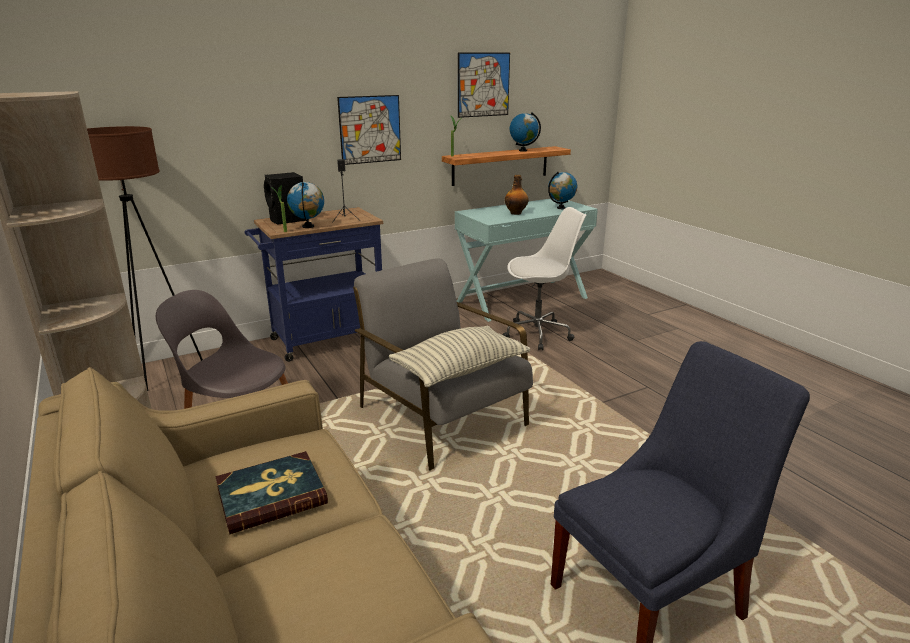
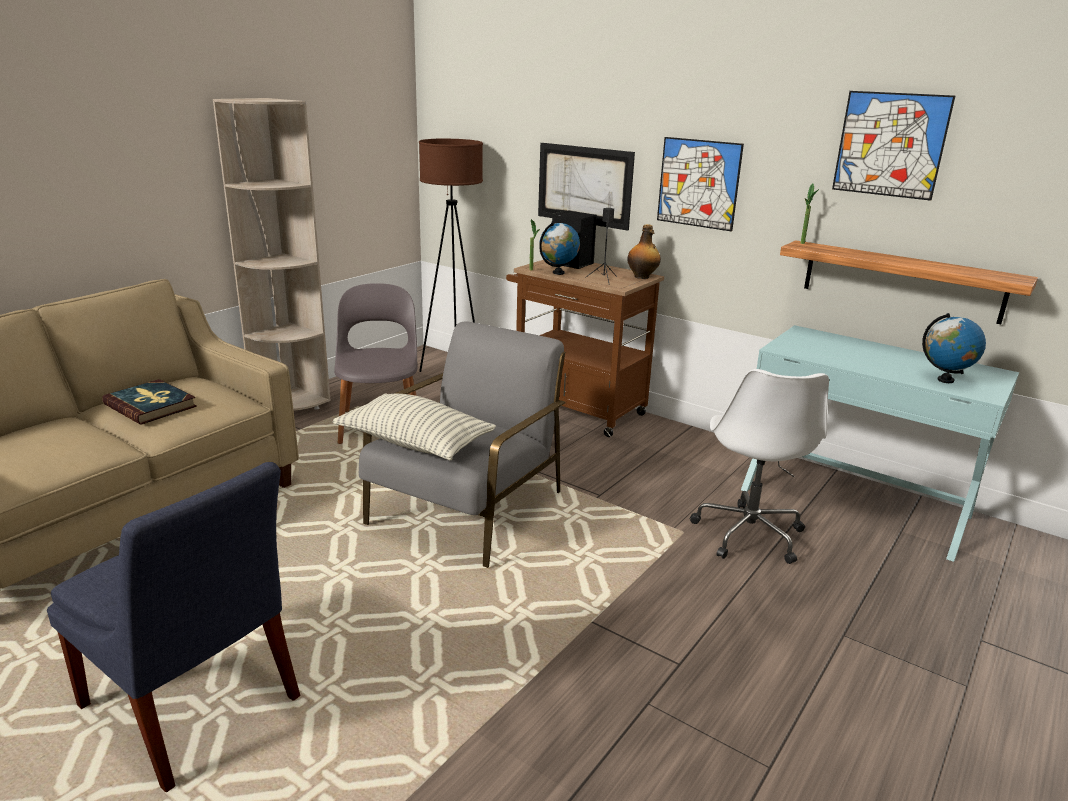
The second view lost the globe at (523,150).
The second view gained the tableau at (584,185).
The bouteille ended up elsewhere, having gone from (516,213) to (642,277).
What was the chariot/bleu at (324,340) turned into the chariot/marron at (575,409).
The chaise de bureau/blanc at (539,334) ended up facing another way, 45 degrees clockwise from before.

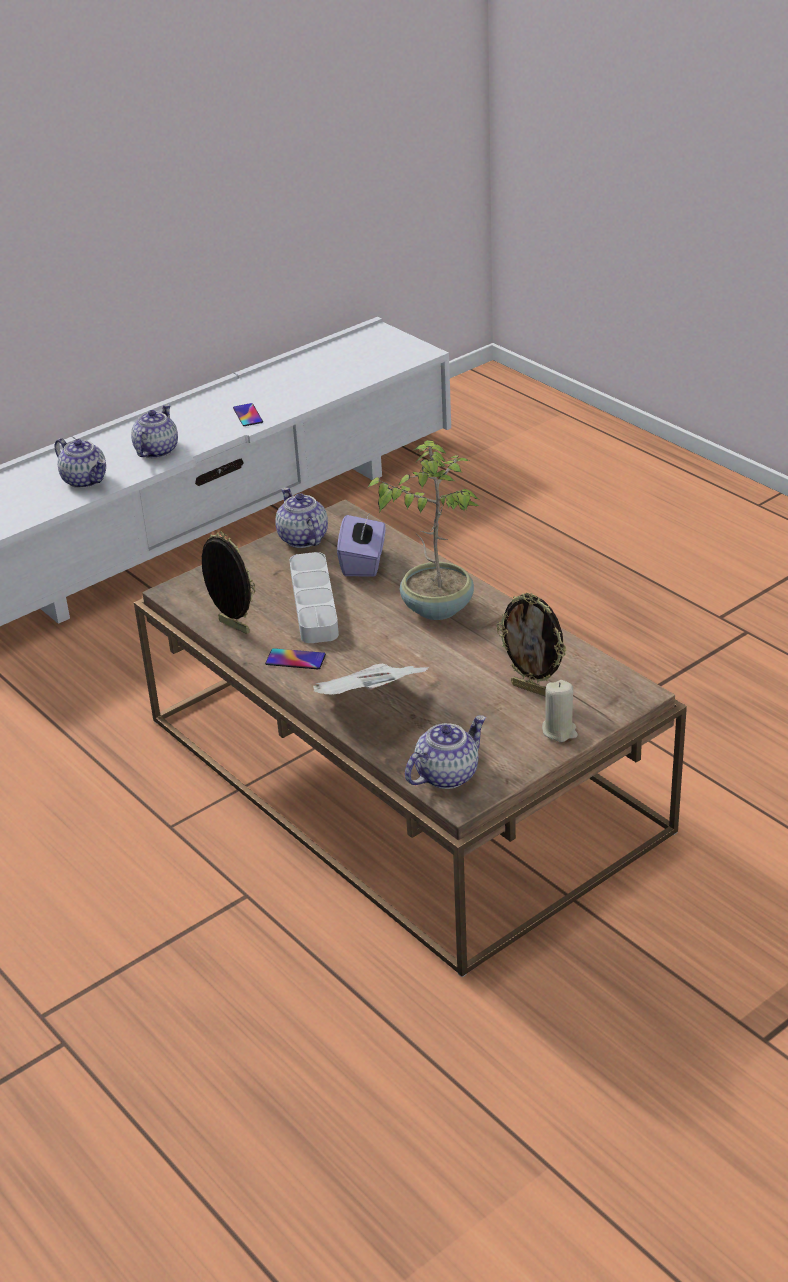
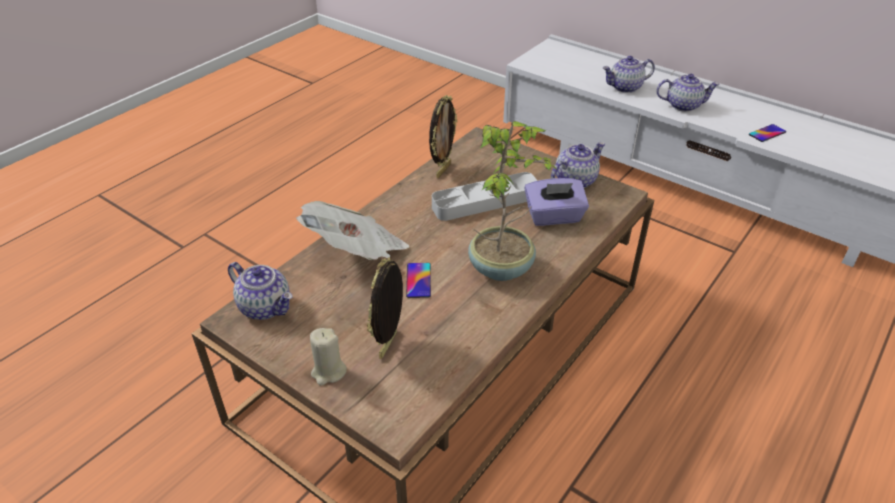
The téléphone ended up elsewhere, having gone from (295,659) to (418,280).
The théière at (85,480) ended up facing another way, 45 degrees clockwise from before.

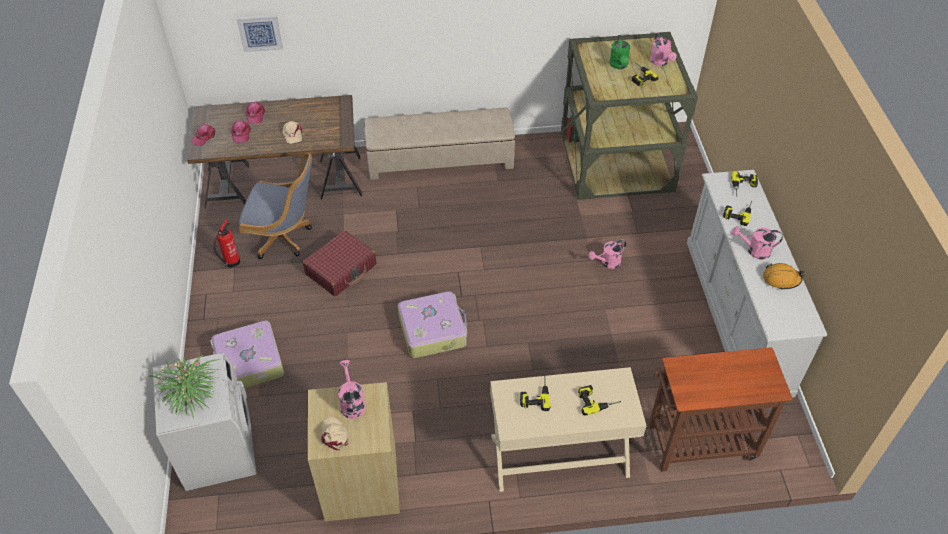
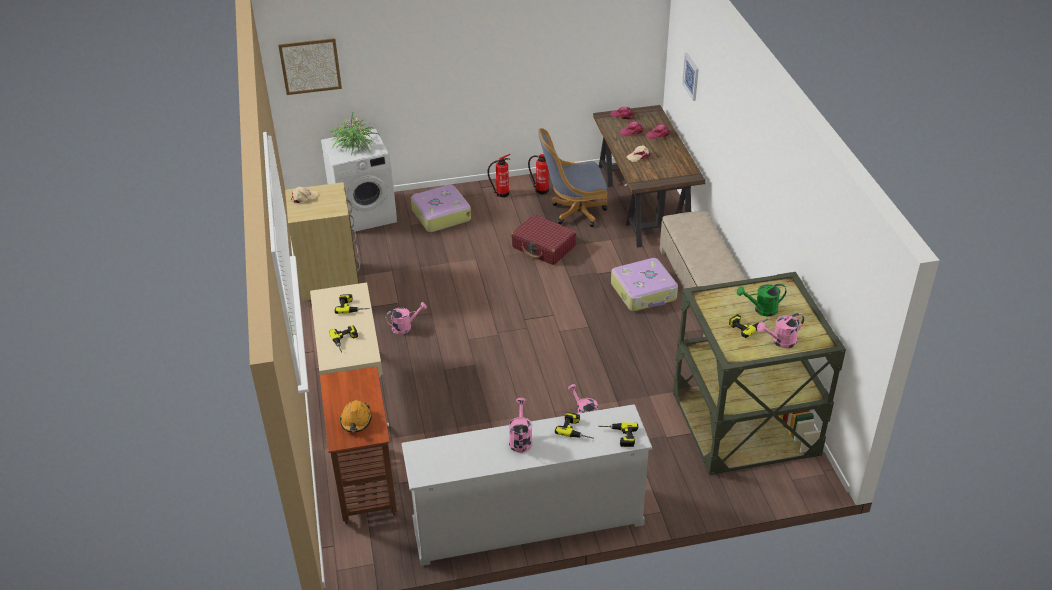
The second view gained the tableau at (310,65).
The second view gained the extincteur at (501,194).
The arrosoir/rose ended up elsewhere, having gone from (351,402) to (405,327).
The valise ended up elsewhere, having gone from (433,330) to (644,292).
The casque de chantier/orange ended up elsewhere, having gone from (781,279) to (356,420).
The chaise de bureau/bleu at (286,238) ended up facing another way, 75 degrees clockwise from before.

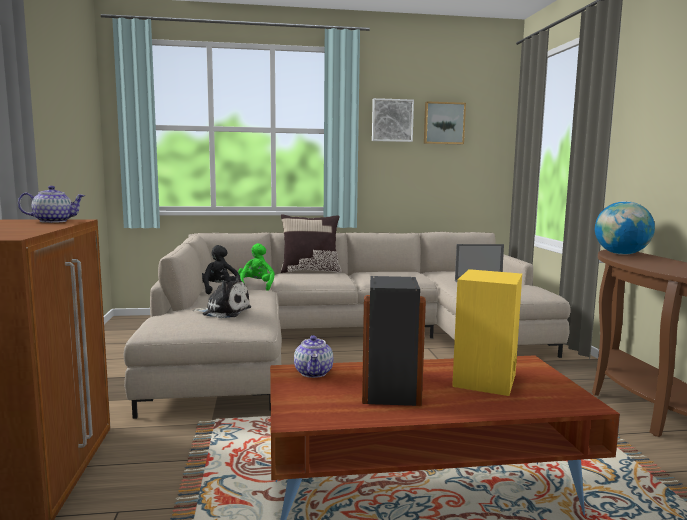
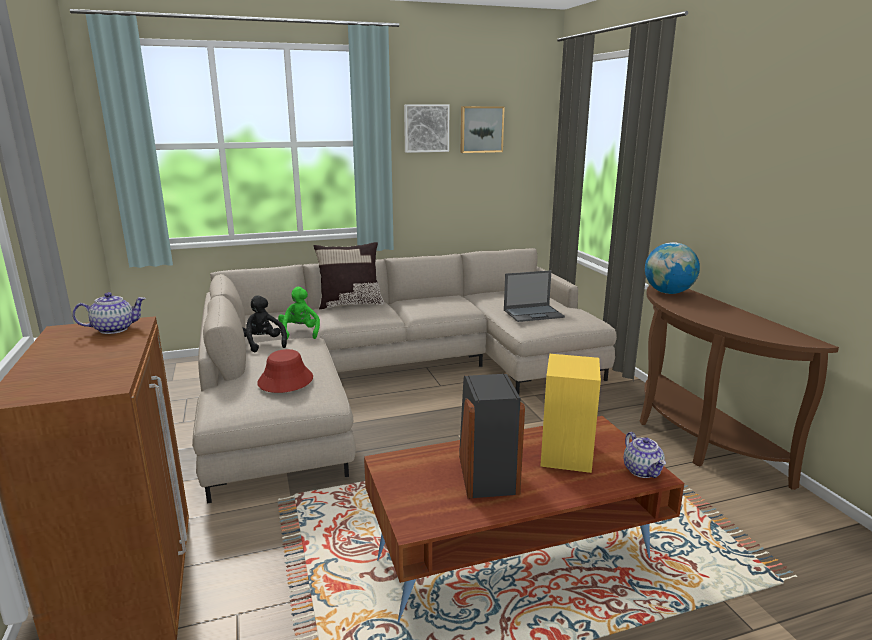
The théière ended up elsewhere, having gone from (314,373) to (643,471).
Where the peluche stood at (224,312), the chapeau/rouge came to stand at (285,380).

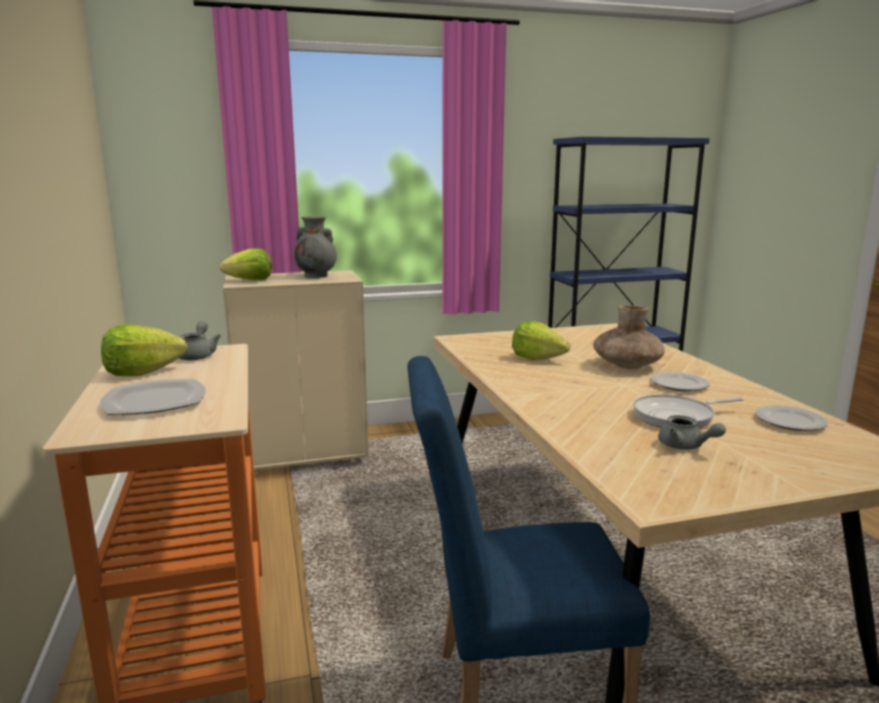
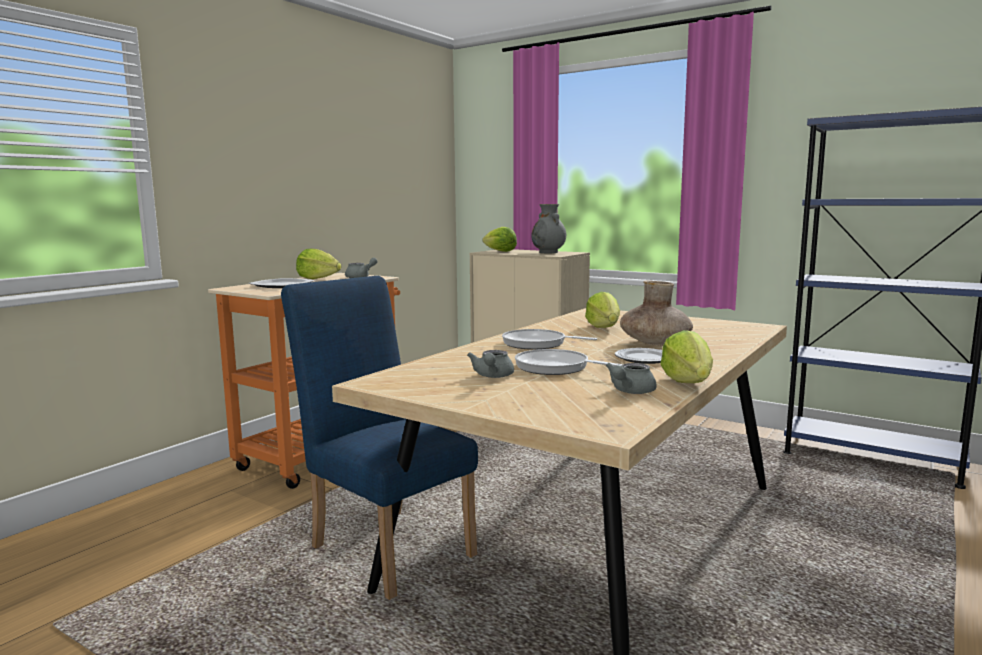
The second view gained the poêle at (537,344).
The second view gained the laitue at (688,382).
Where the assiette stood at (790,422), the théière/gris came to stand at (630,392).

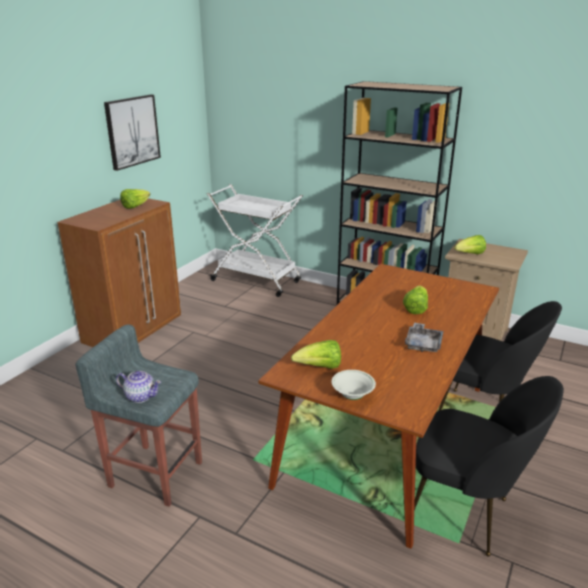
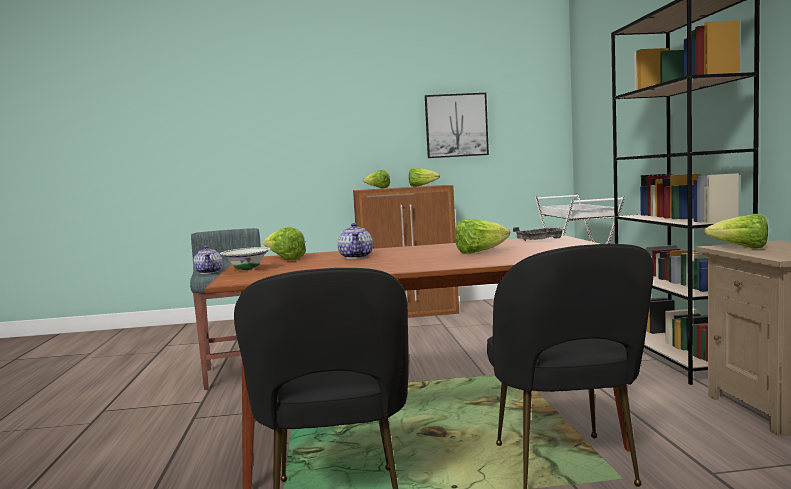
The second view gained the théière at (356,257).
The second view gained the laitue at (377,188).
The plateau/gris ended up elsewhere, having gone from (423,344) to (542,240).

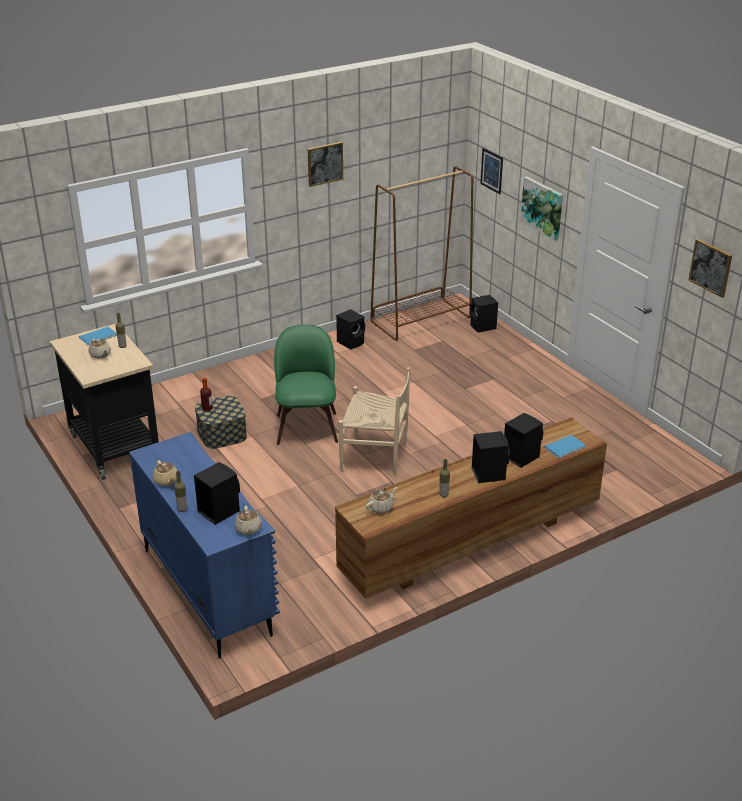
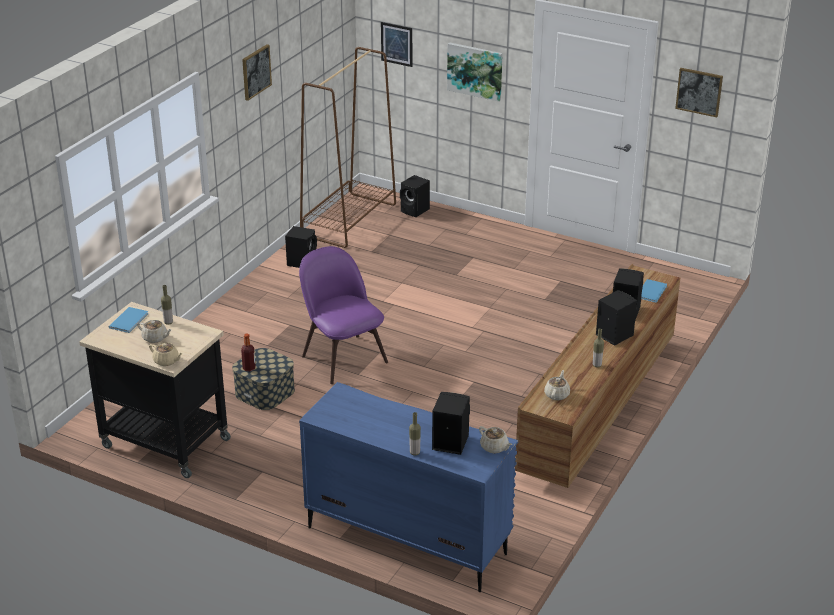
The second view lost the chaise/beige at (374,456).
The théière/beige ended up elsewhere, having gone from (166,481) to (166,361).
What was the chaise/vert at (307,426) turned into the chaise/violet at (342,357).

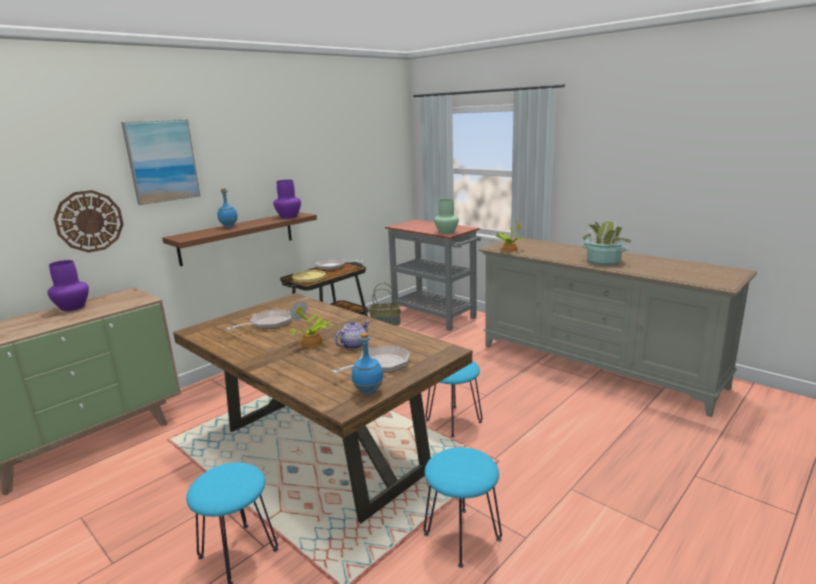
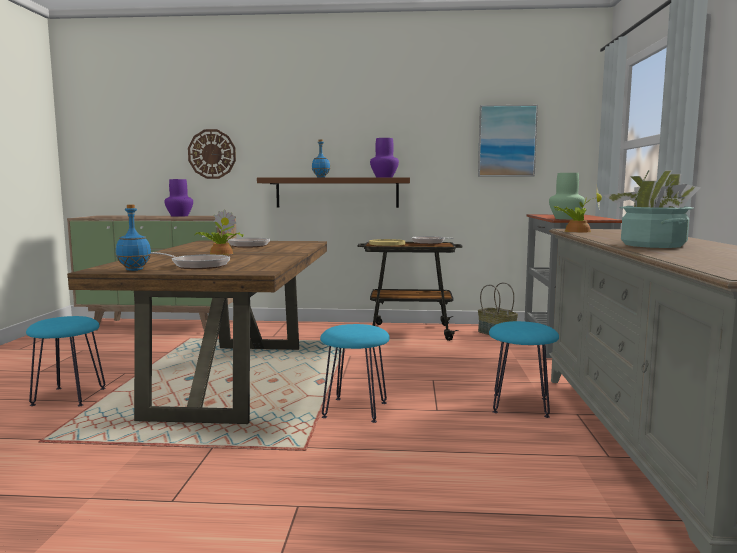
The second view lost the théière at (353,345).
The tableau ended up elsewhere, having gone from (162,161) to (507,141).
The tabouret/turquoise ended up elsewhere, having gone from (462,537) to (520,405).

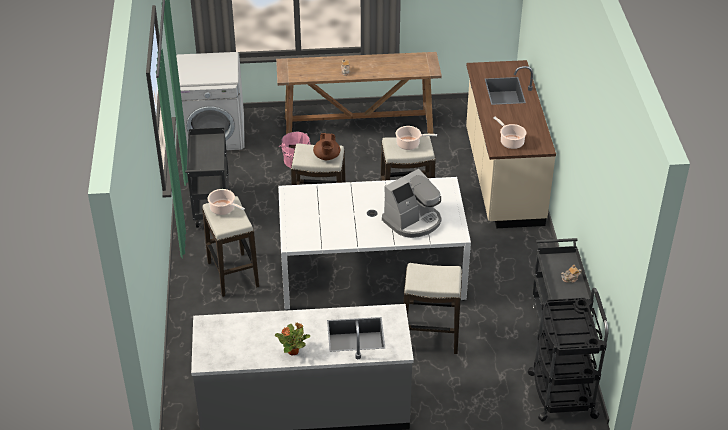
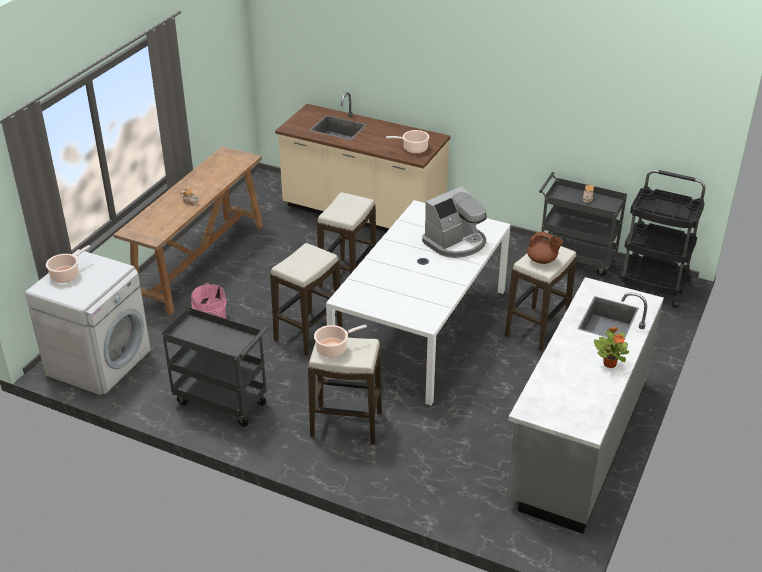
The théière/marron ended up elsewhere, having gone from (327,157) to (542,260).
The marmite ended up elsewhere, having gone from (409,144) to (67,275).
The machine à café at (413,221) ended up facing another way, 60 degrees clockwise from before.

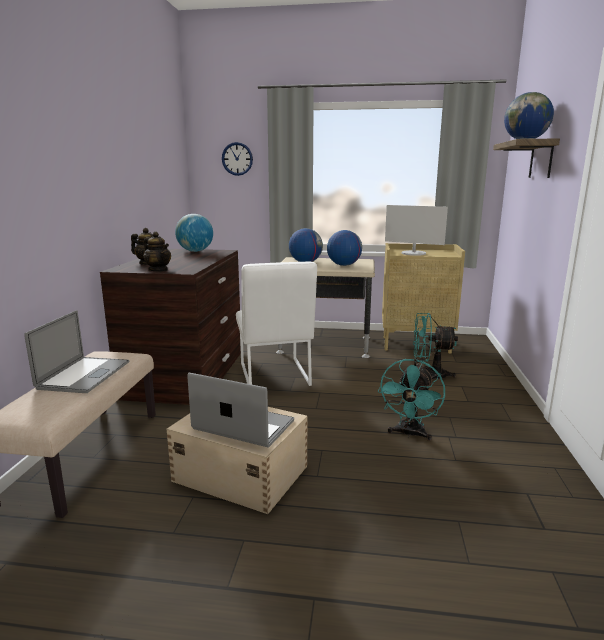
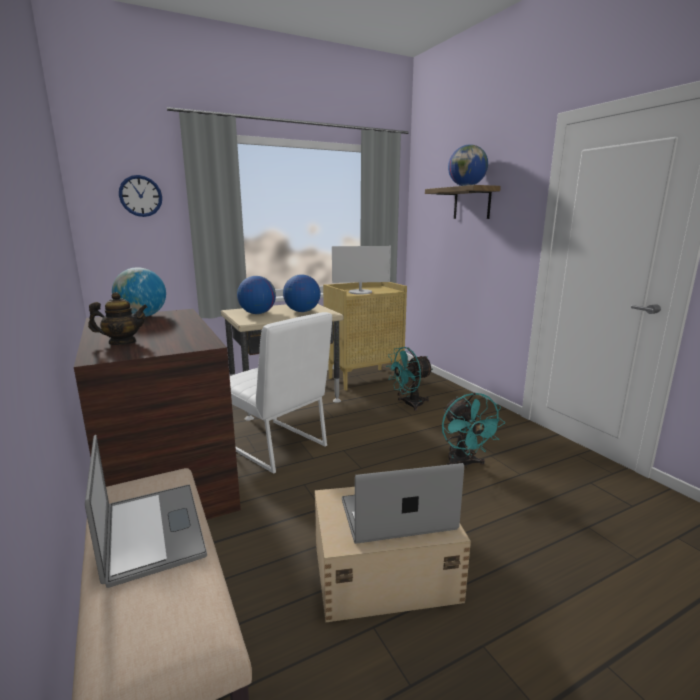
The second view lost the théière at (158,270).

